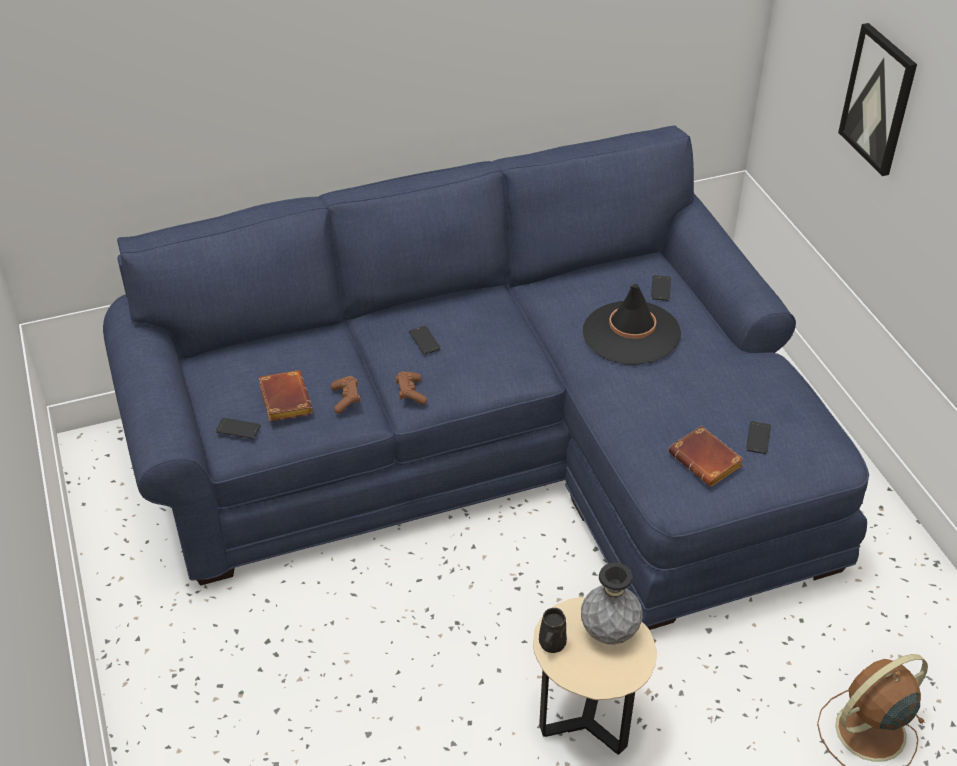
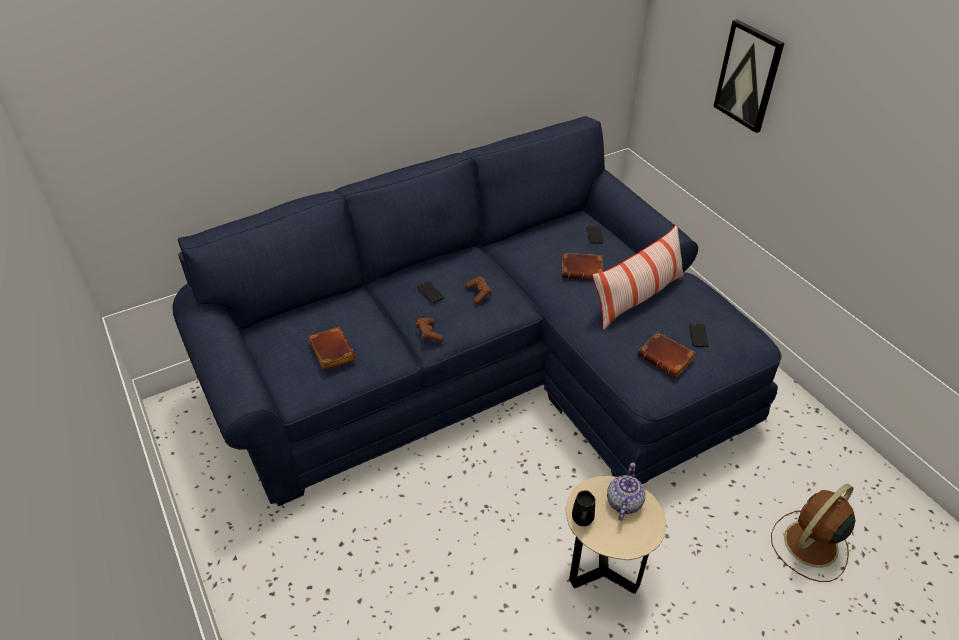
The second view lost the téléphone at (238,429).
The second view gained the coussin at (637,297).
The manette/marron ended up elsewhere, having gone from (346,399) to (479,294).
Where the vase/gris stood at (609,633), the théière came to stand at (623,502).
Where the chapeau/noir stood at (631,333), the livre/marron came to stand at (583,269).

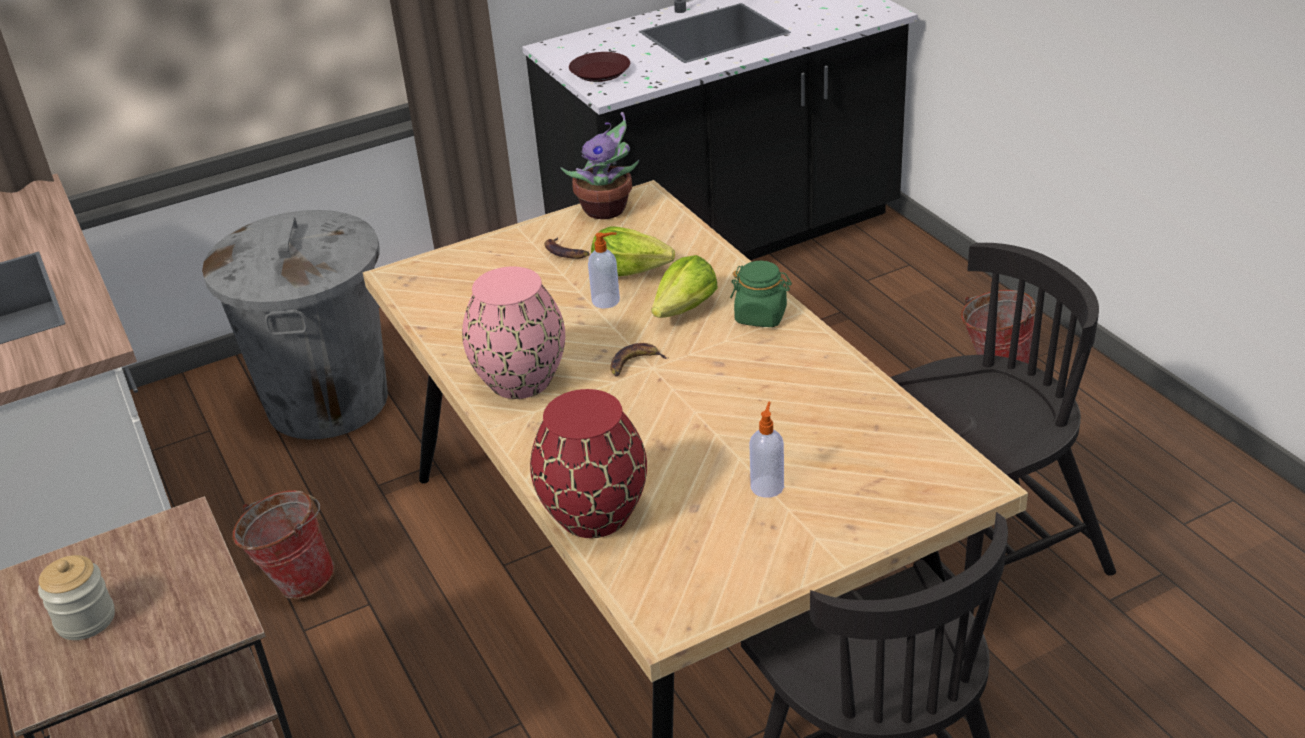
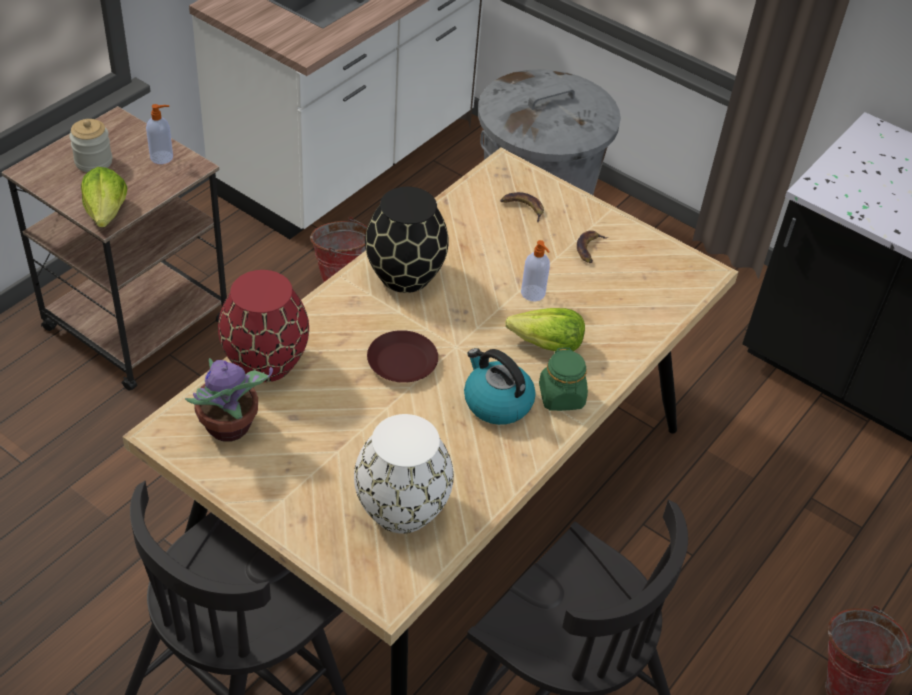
The second view gained the vase/blanc at (403,509).
The second view gained the bouilloire at (496,402).
The plante en pot ended up elsewhere, having gone from (607,210) to (229,428).
The assiette/marron ended up elsewhere, having gone from (600,72) to (401,363).
The laitue ended up elsewhere, having gone from (630,270) to (106,212).
The banane ended up elsewhere, having gone from (634,363) to (523,208).
The distributeur de savon ended up elsewhere, having gone from (767,486) to (162,157).
What was the vase/rose at (521,381) turned into the vase/noir at (405,276).

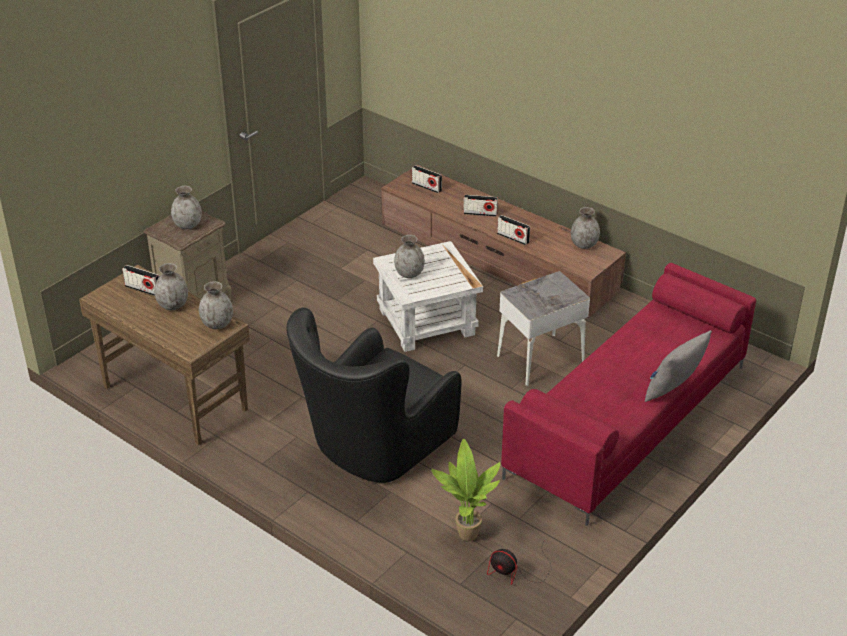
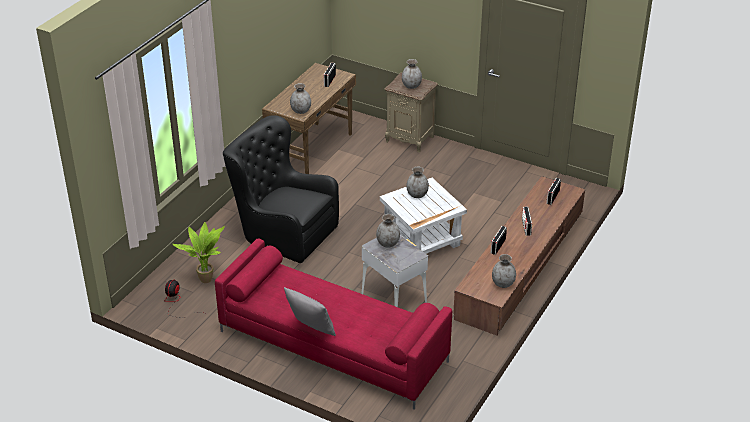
The vase/gris ended up elsewhere, having gone from (173,305) to (387,243).

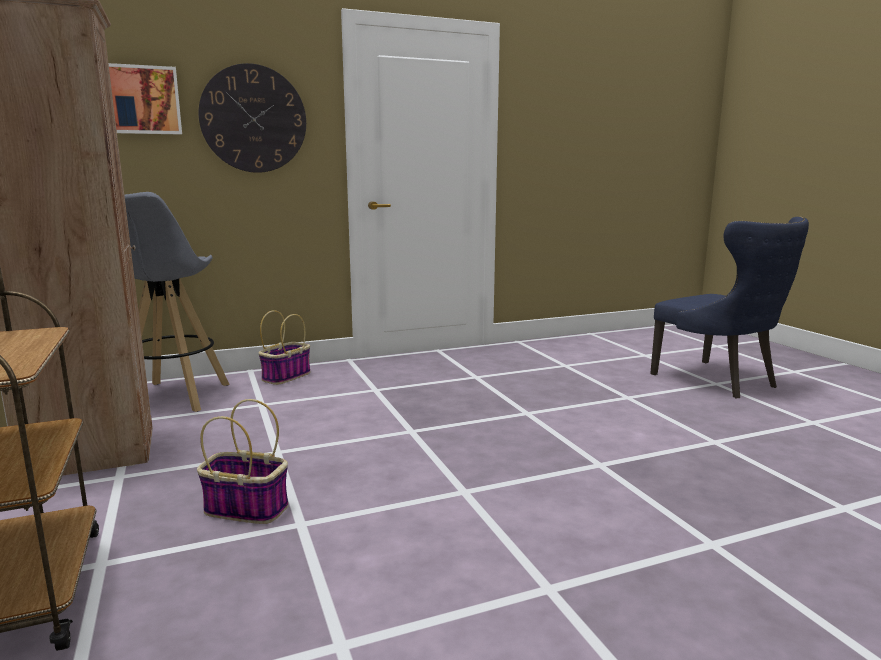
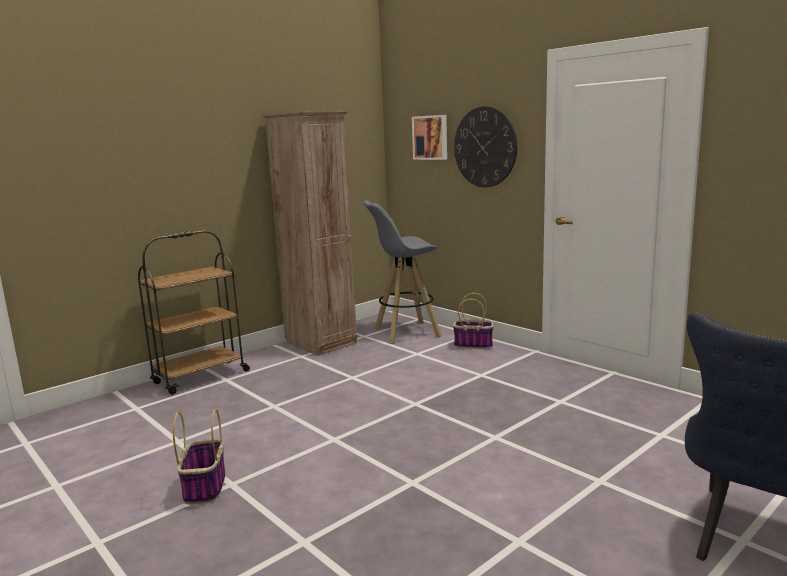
The panier ended up elsewhere, having gone from (244,509) to (205,486).

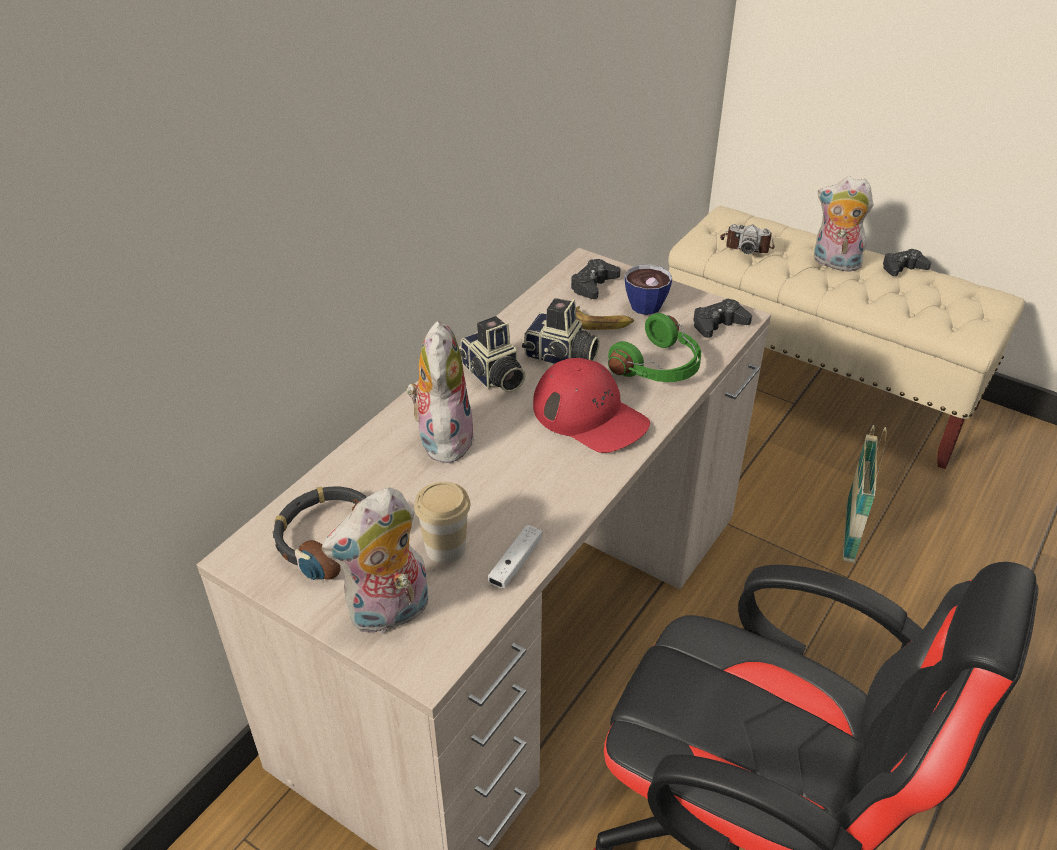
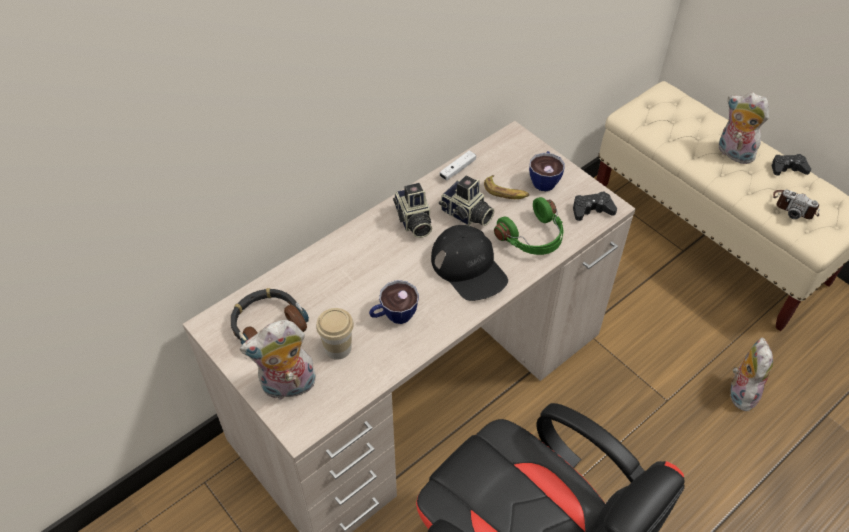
The second view lost the manette/noir at (593,285).
The second view lost the panier at (849,533).
The second view gained the tasse at (393,315).
The peluche ended up elsewhere, having gone from (442,438) to (740,391).
The manette/blanc ended up elsewhere, having gone from (515,563) to (457,169).
The appareil photo ended up elsewhere, having gone from (746,245) to (794,206).
What was the casquette/rouge at (590,415) turned into the casquette/noir at (469,267).

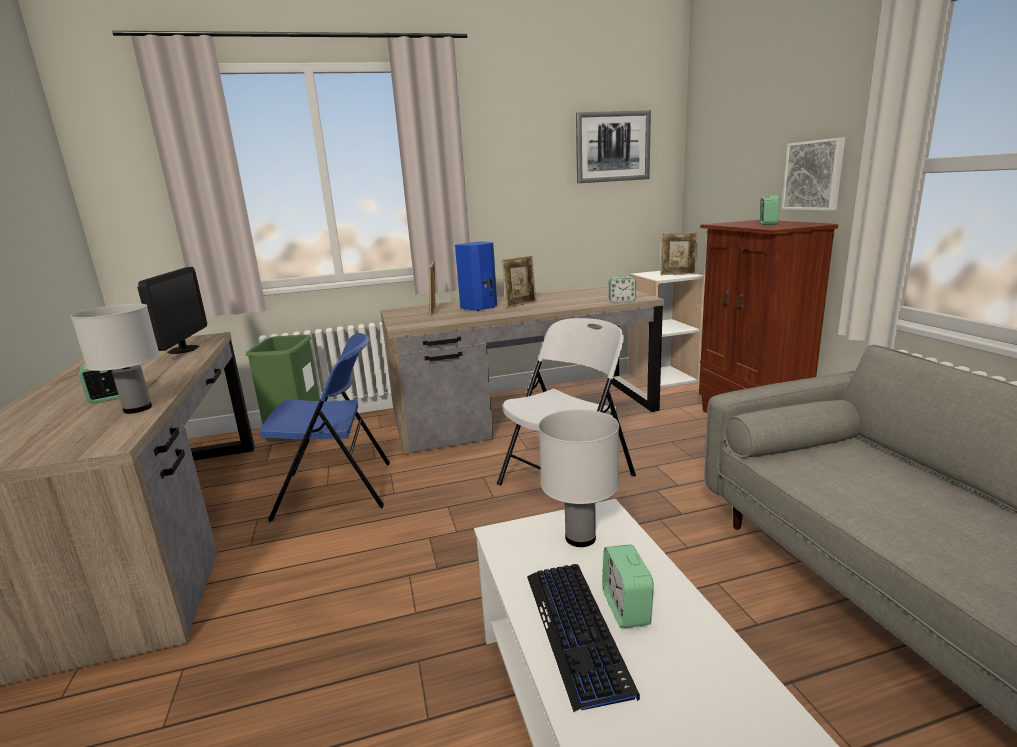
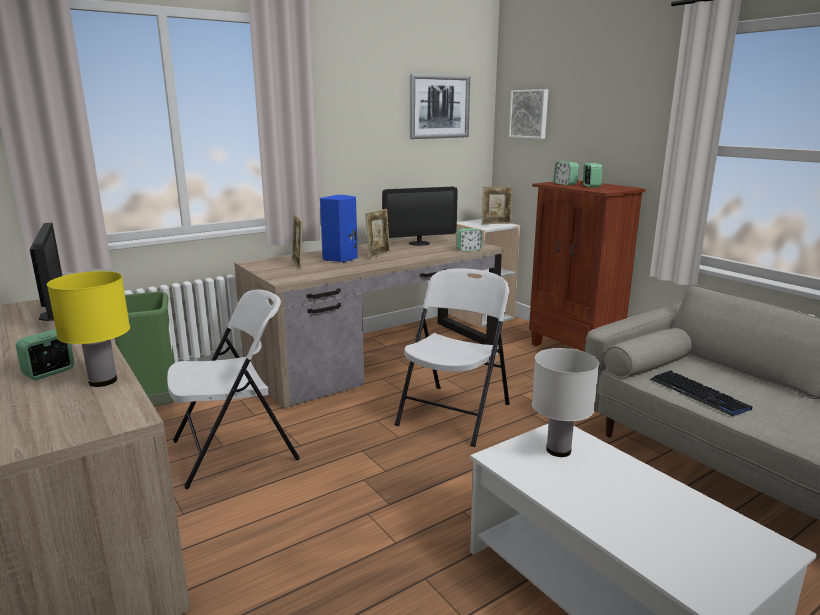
The second view gained the écran d'ordinateur at (419,243).
The clavier ended up elsewhere, having gone from (577,631) to (698,394).
The réveil ended up elsewhere, having gone from (626,609) to (565,184).
The tableau ended up elsewhere, having gone from (814,175) to (529,114).
What was the lampe de table/blanc at (138,408) turned into the lampe de table/jaune at (103,381).
What was the chaise/bleu at (334,490) turned into the chaise/blanc at (235,450).

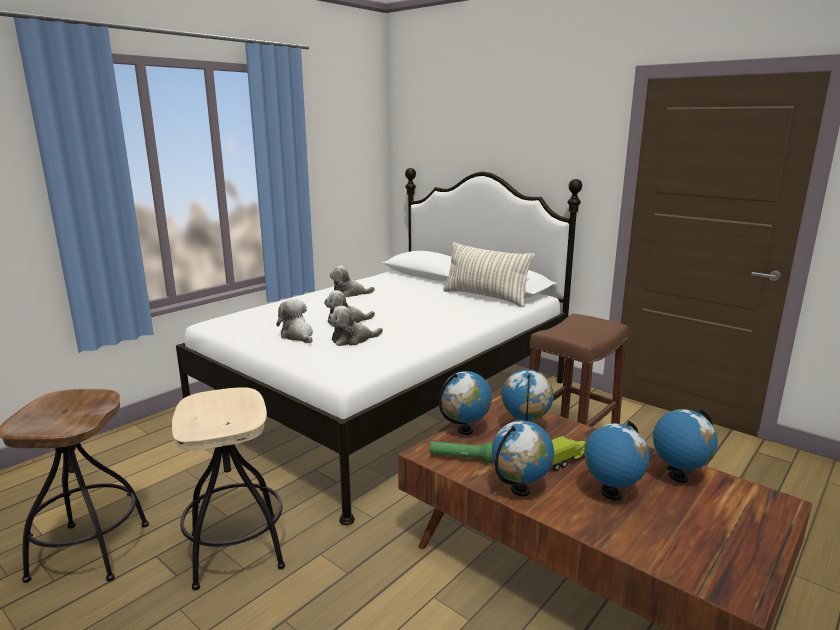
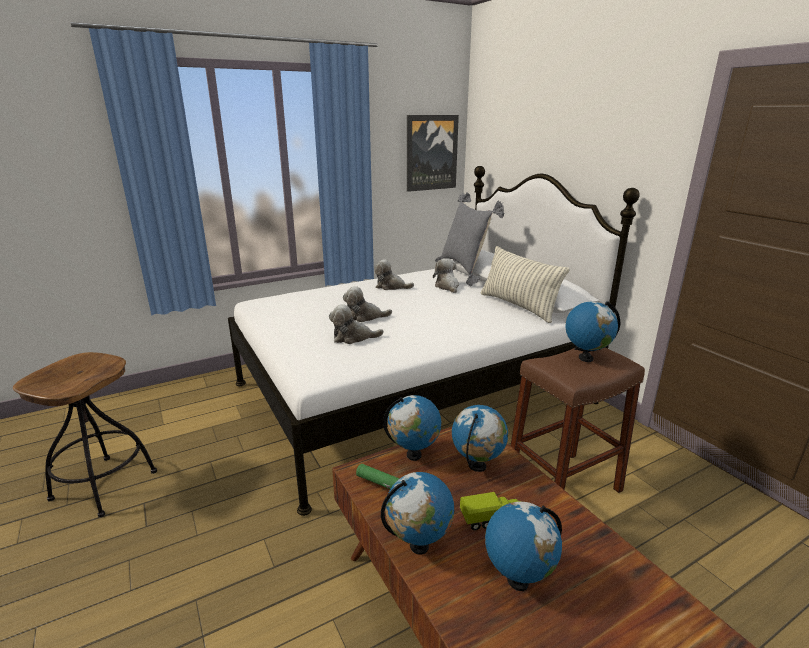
The second view lost the tabouret/beige at (236,551).
The second view gained the tableau at (431,153).
The second view gained the coussin/gris at (466,275).
The peluche ended up elsewhere, having gone from (298,336) to (447,287).
The globe ended up elsewhere, having gone from (678,477) to (585,358).

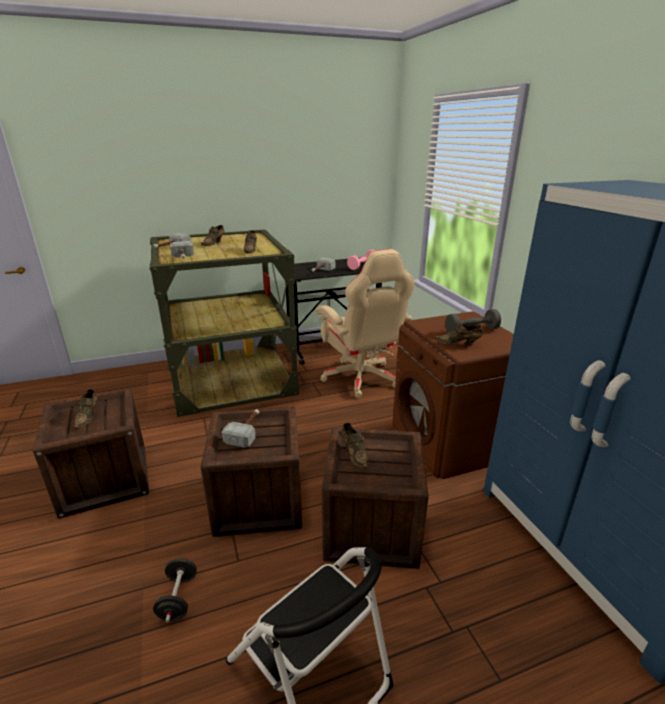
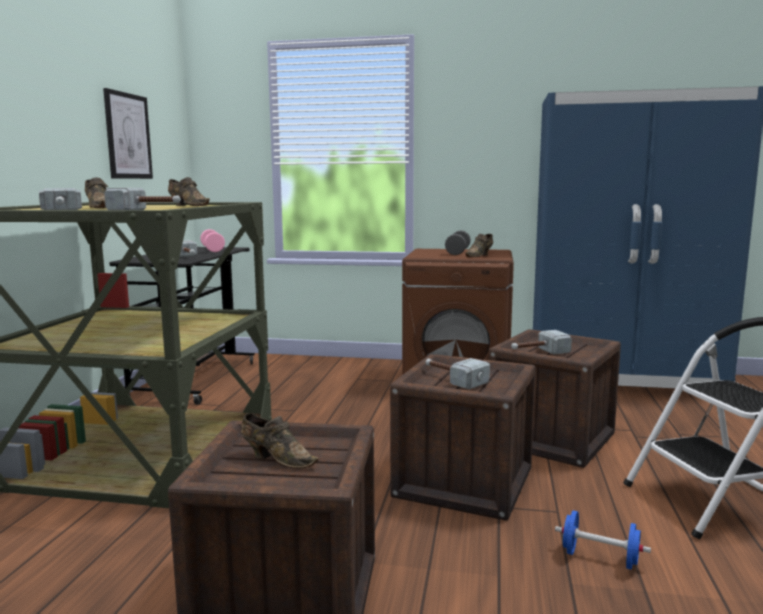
The second view lost the chaise de bureau/beige at (360,377).
The second view gained the tableau at (128,136).
Where the chaussure/marron stood at (354,454), the marteau came to stand at (538,352).
What was the haltère/noir at (178,598) turned into the haltère/bleu at (600,558).

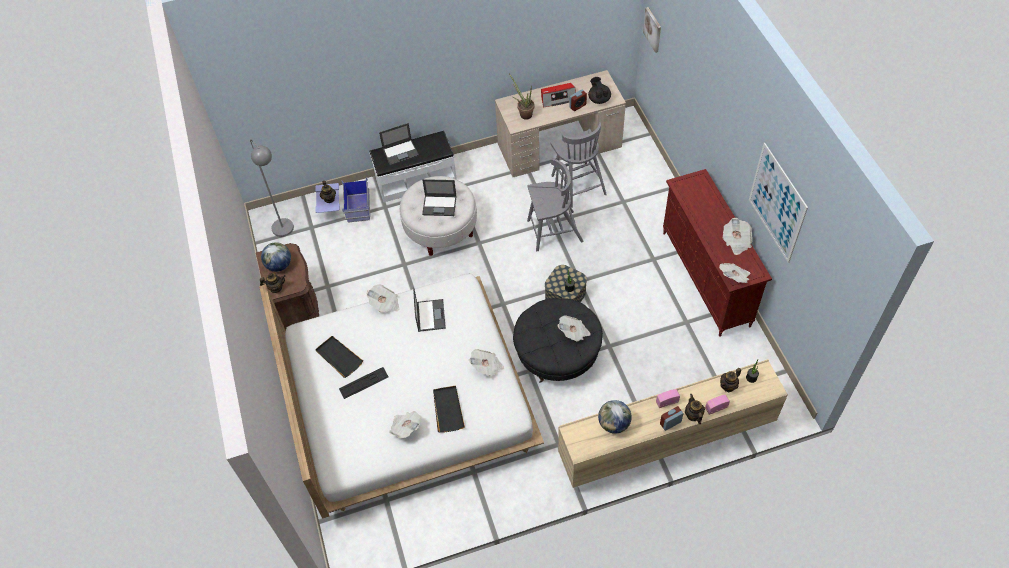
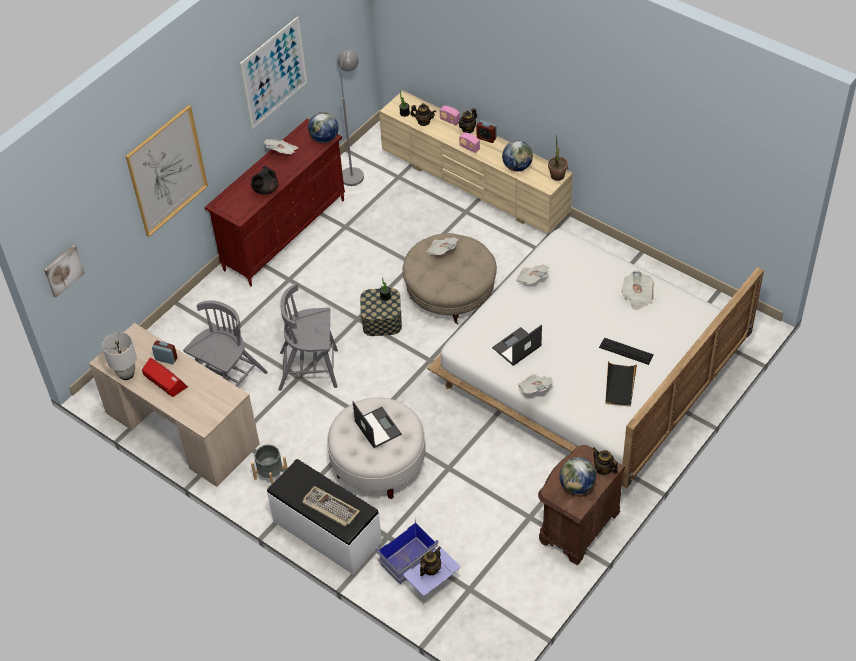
The second view lost the plateau/noir at (448,409).
The second view gained the lampe de table/blanc at (126,374).
The second view gained the tableau at (167,171).
The second view gained the cache-pot/gris at (271,475).
The lampadaire/gris ended up elsewhere, having gone from (286,232) to (354,172).
The plante en pot ended up elsewhere, having gone from (524,114) to (557,178).
The théière/noir ended up elsewhere, having gone from (599,99) to (265,190).
Where the ordinateur portable stood at (401,152), the clavier came to stand at (329,508).
Where the journal stood at (734,277), the globe came to stand at (324,138).
What was the pouf/noir at (557,353) turned into the pouf/beige at (450,293).
The chaise/gris at (553,231) ended up facing another way, 45 degrees counterclockwise from before.

